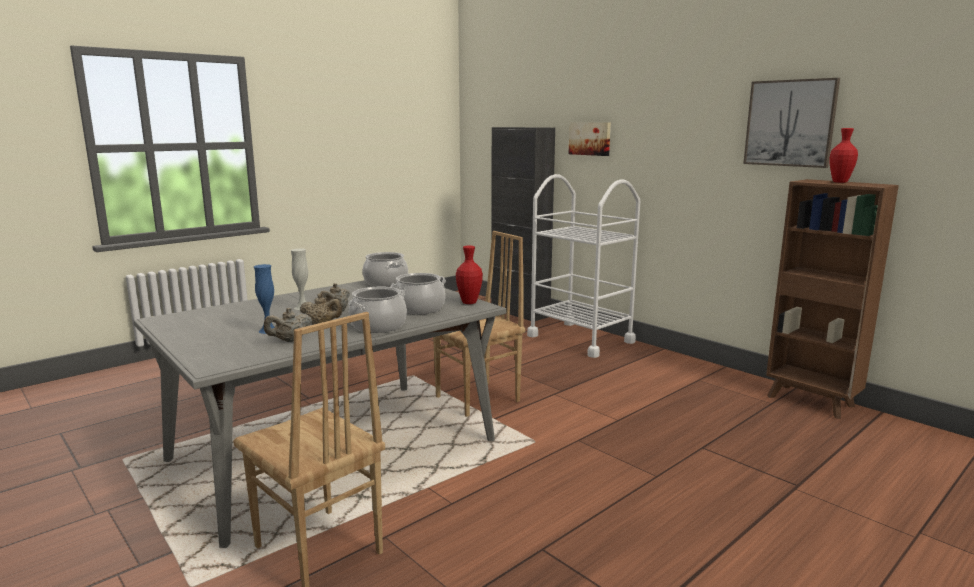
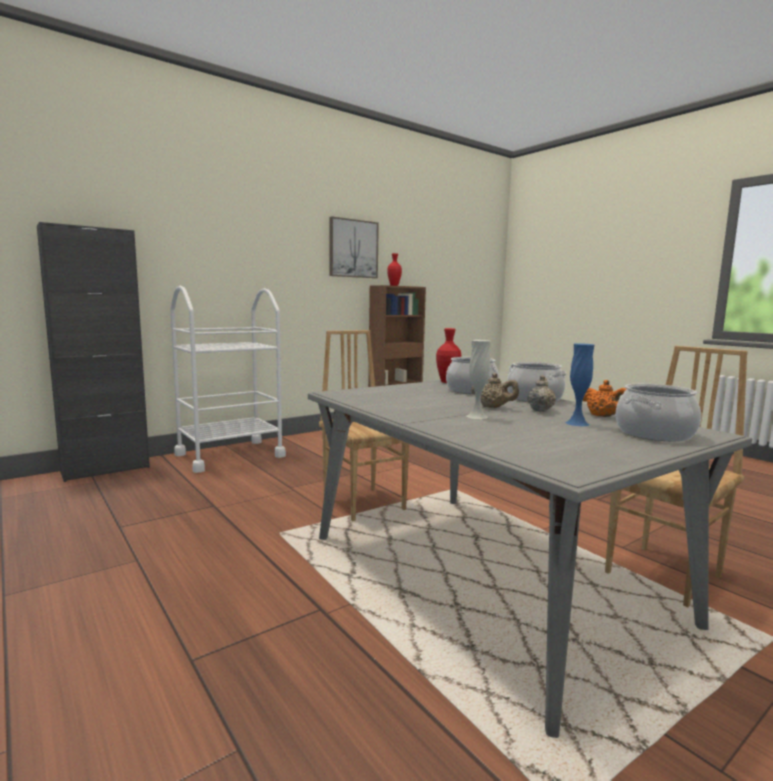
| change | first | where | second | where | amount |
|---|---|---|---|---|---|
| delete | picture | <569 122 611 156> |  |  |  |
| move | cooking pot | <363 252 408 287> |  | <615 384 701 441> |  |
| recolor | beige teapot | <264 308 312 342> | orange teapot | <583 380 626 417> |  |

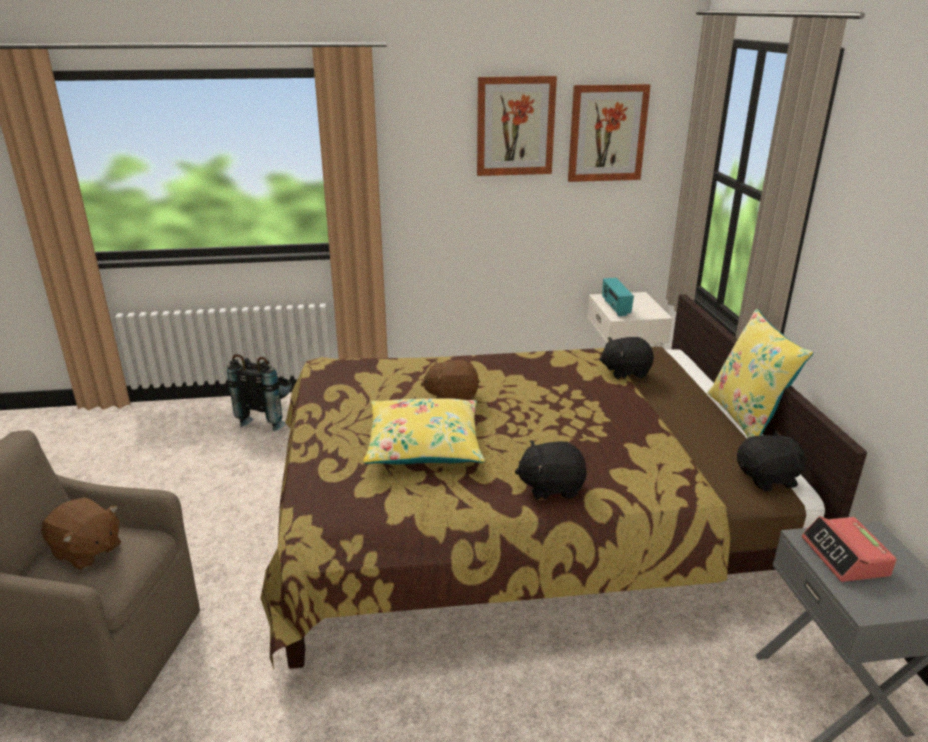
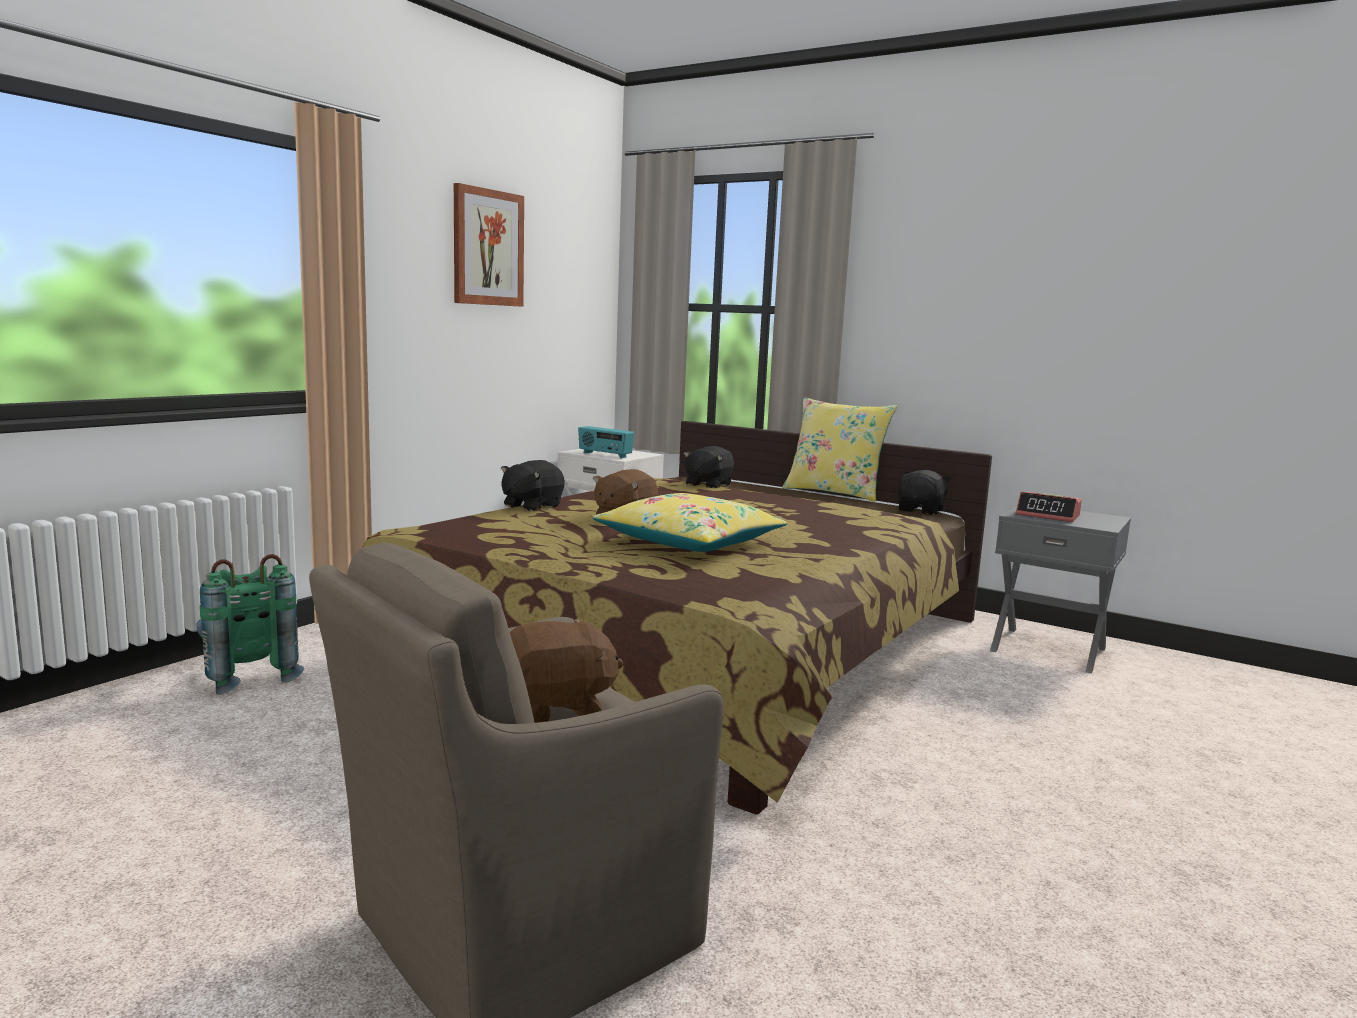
| change | first | where | second | where | amount |
|---|---|---|---|---|---|
| delete | picture | <568 84 651 182> |  |  |  |
| move | black plush toy | <515 440 587 500> |  | <501 460 565 512> |  |
| recolor | black backpack | <227 354 292 431> | green backpack | <196 554 304 695> |  |

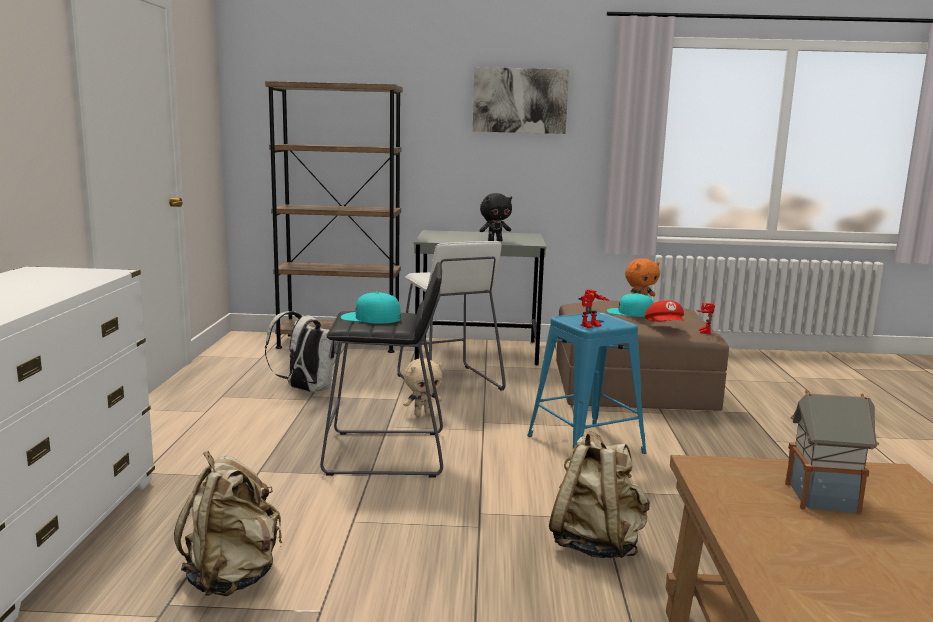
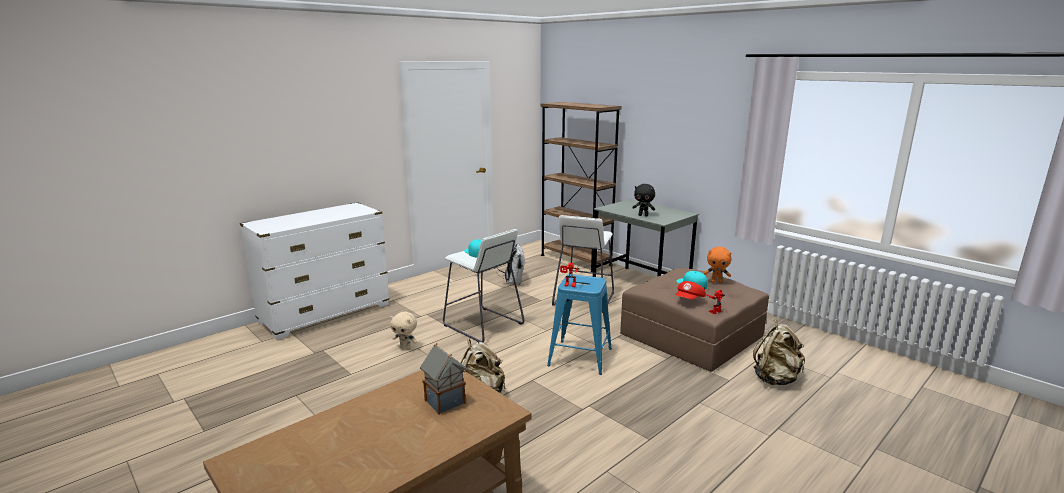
| change | first | where | second | where | amount |
|---|---|---|---|---|---|
| delete | picture | <473 67 569 134> |  |  |  |
| move | beige backpack | <174 451 282 596> |  | <753 319 805 385> |  |
| move | beige plush toy | <403 358 442 416> |  | <390 312 417 350> |  |
| recolor | black stool | <320 262 443 478> | white stool | <443 229 524 342> |  |

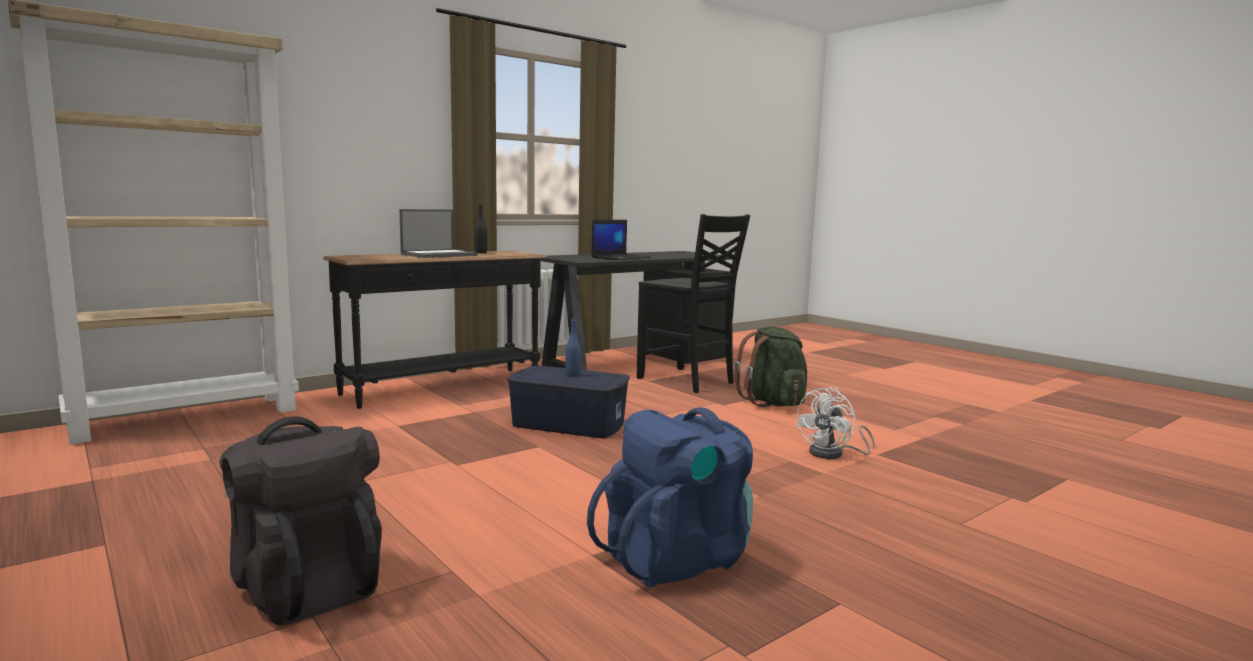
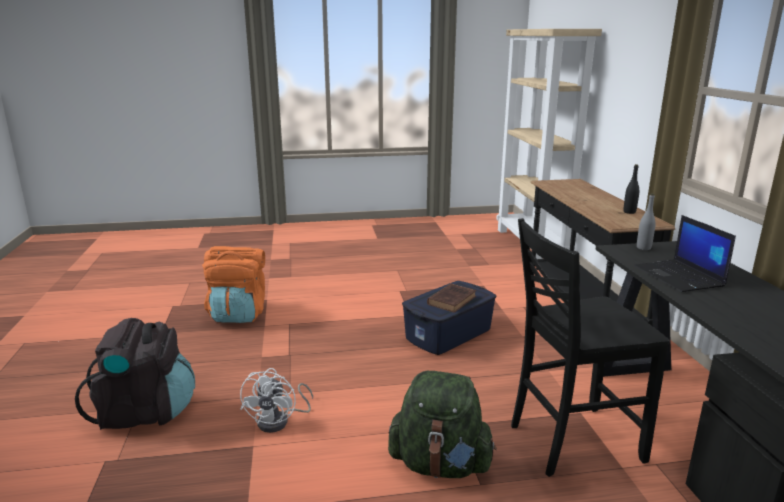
| change | first | where | second | where | amount |
|---|---|---|---|---|---|
| delete | laptop | <399 209 478 258> |  |  |  |
| insert |  |  | grey bottle | <637 194 656 250> |  |
| move | black backpack | <219 416 382 626> |  | <75 318 195 430> |  |
| replace | blue bottle | <565 318 581 377> | brown book | <427 283 476 313> |  |
| recolor | blue backpack | <587 407 753 587> | orange backpack | <202 246 265 323> |  |
| rotate | white fan | <795 387 875 459> |  | <240 368 313 433> | 150 degrees counterclockwise |

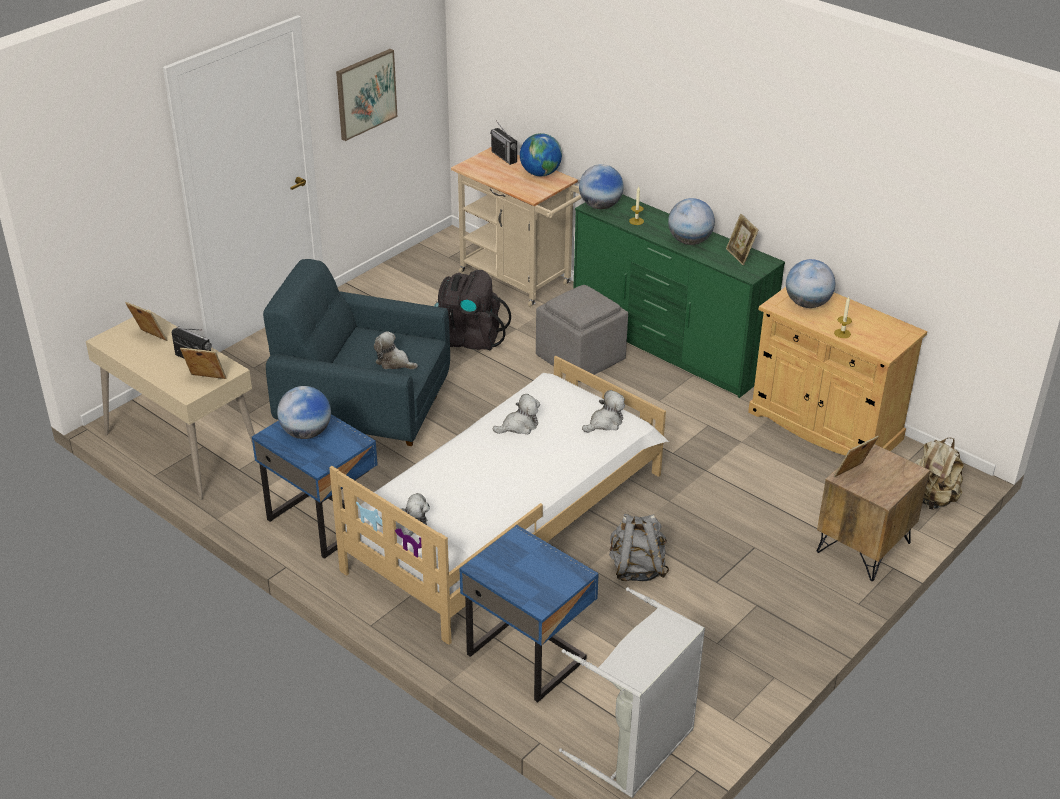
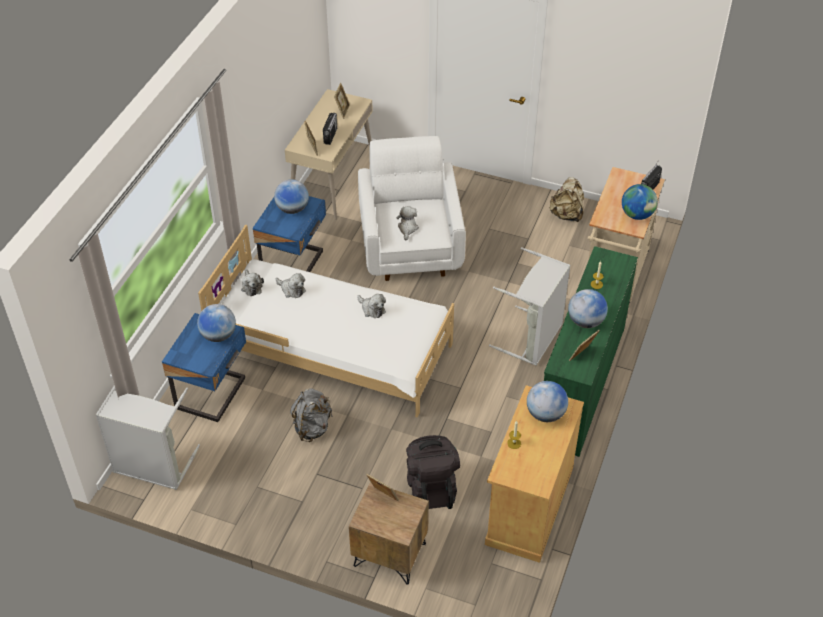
| change | first | where | second | where | amount |
|---|---|---|---|---|---|
| delete | picture | <336 49 398 141> |  |  |  |
| move | black backpack | <434 270 511 351> |  | <406 435 460 509> |  |
| move | globe | <579 164 624 209> |  | <197 304 236 342> |  |
| move | plush toy | <582 390 625 432> |  | <275 273 306 298> |  |
| move | beige backpack | <915 437 964 510> |  | <549 177 584 222> |  |
| replace | grey ottoman | <536 285 628 382> | grey laundry basket | <489 247 570 366> |  |
| recolor | blue armchair | <263 259 450 446> | white armchair | <358 136 466 281> |  |

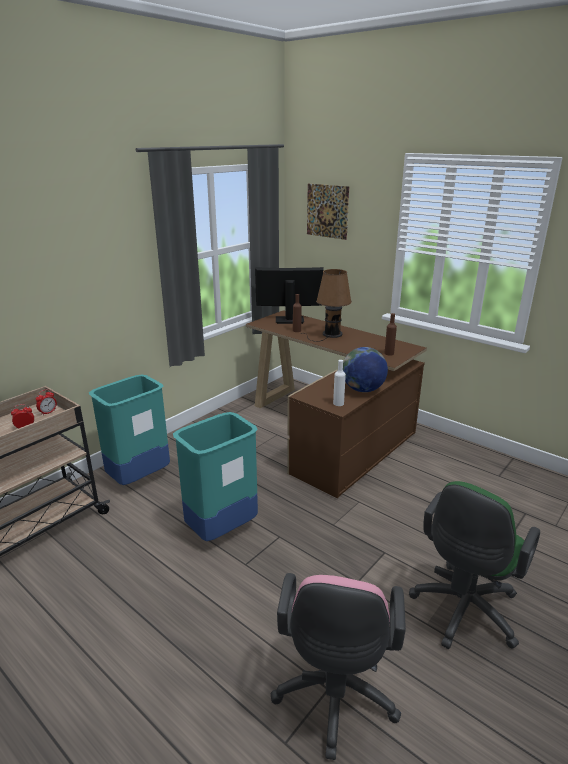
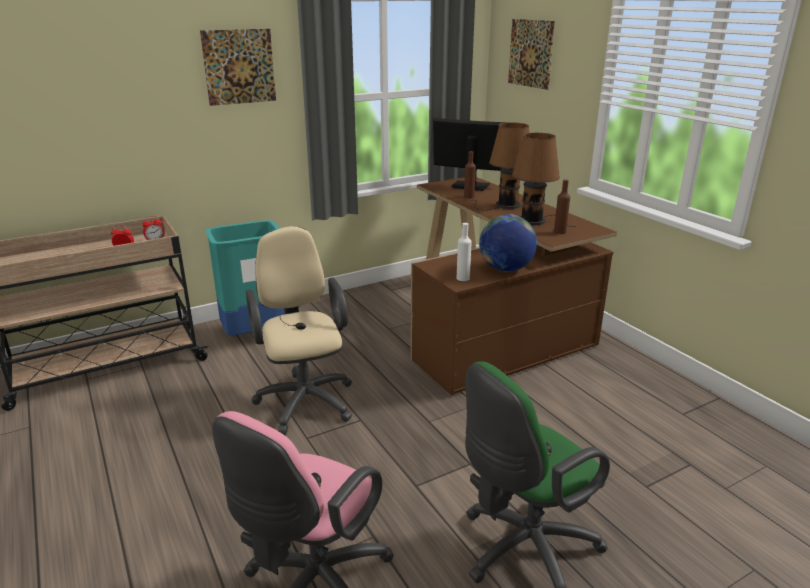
| change | first | where | second | where | amount |
|---|---|---|---|---|---|
| insert |  |  | picture | <200 29 276 106> |  |
| insert |  |  | brown table lamp | <512 133 576 227> |  |
| replace | turquoise trash can | <173 412 258 541> | beige office chair | <246 226 352 435> |  |

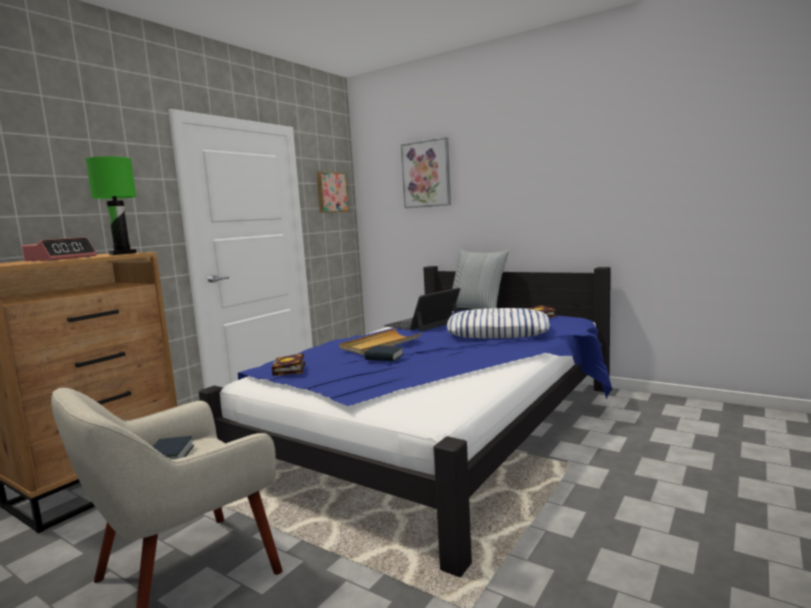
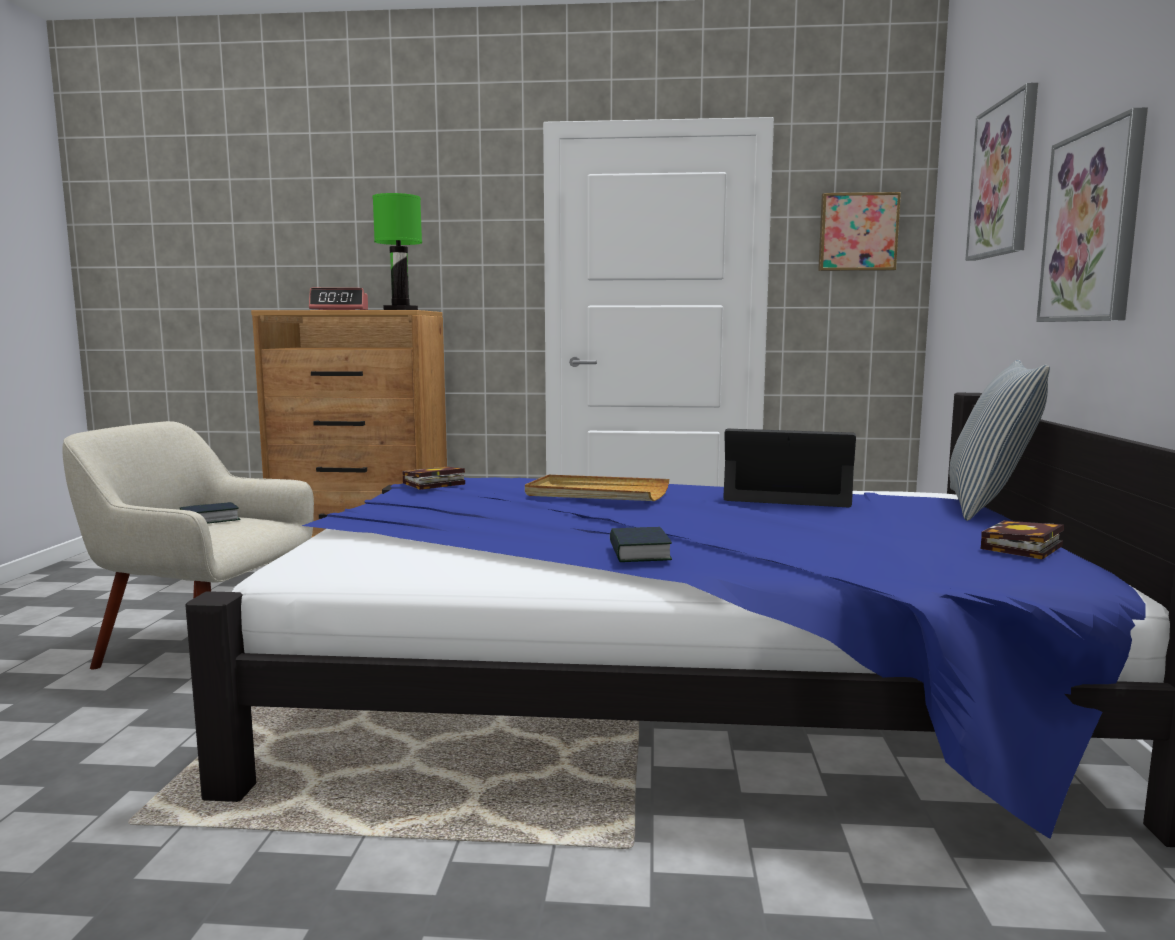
| change | first | where | second | where | amount |
|---|---|---|---|---|---|
| delete | pillow | <446 308 550 338> |  |  |  |
| insert |  |  | picture | <1036 108 1148 322> |  |
| move | book | <364 346 404 361> |  | <610 527 672 562> |  |

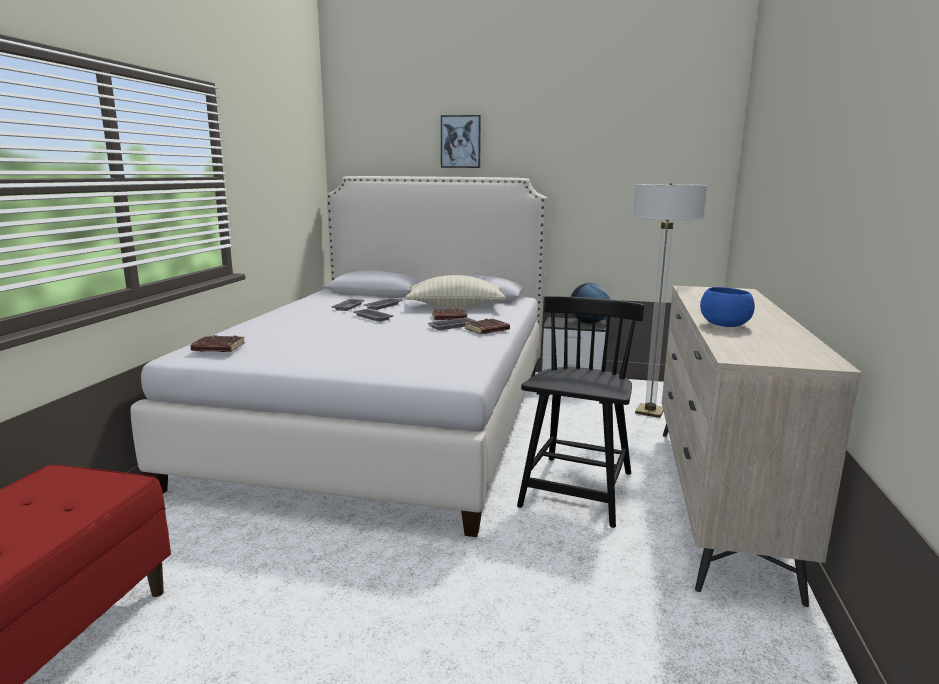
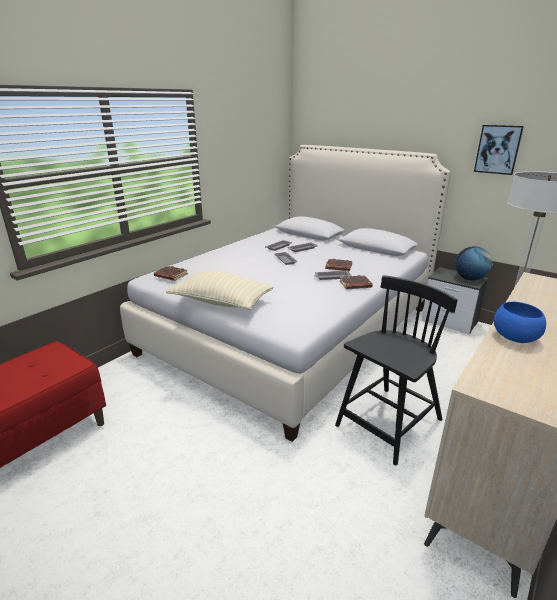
| change | first | where | second | where | amount |
|---|---|---|---|---|---|
| move | beige pillow | <405 275 506 308> |  | <166 271 273 310> |  |
| move | picture | <441 115 481 168> |  | <474 125 524 175> |  |

